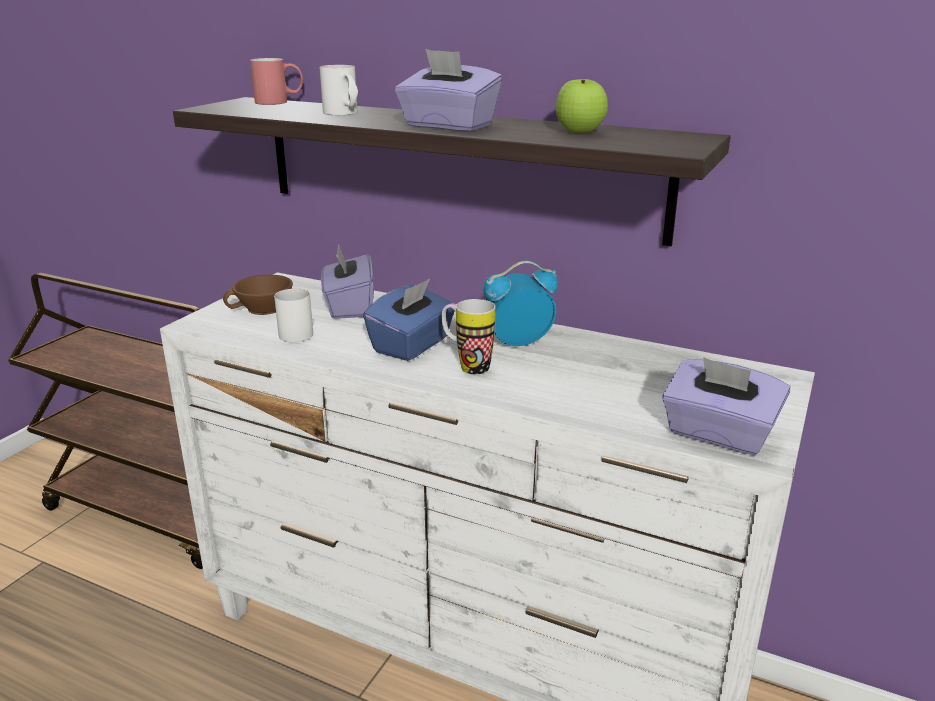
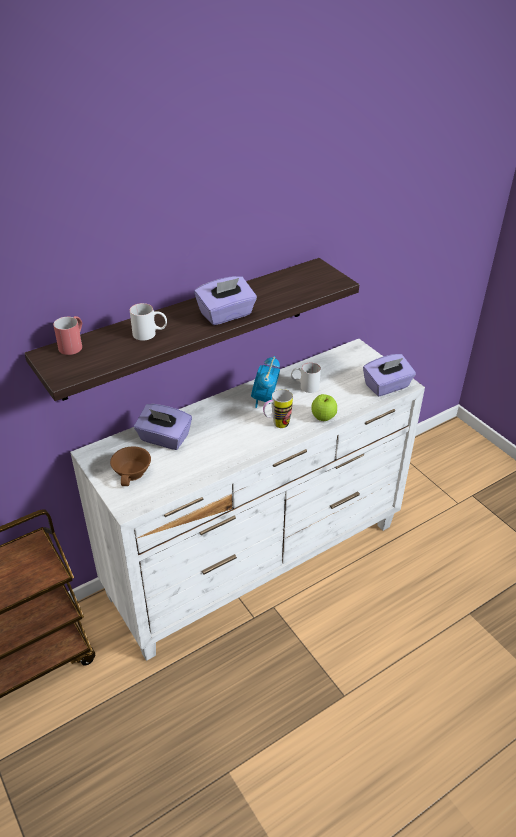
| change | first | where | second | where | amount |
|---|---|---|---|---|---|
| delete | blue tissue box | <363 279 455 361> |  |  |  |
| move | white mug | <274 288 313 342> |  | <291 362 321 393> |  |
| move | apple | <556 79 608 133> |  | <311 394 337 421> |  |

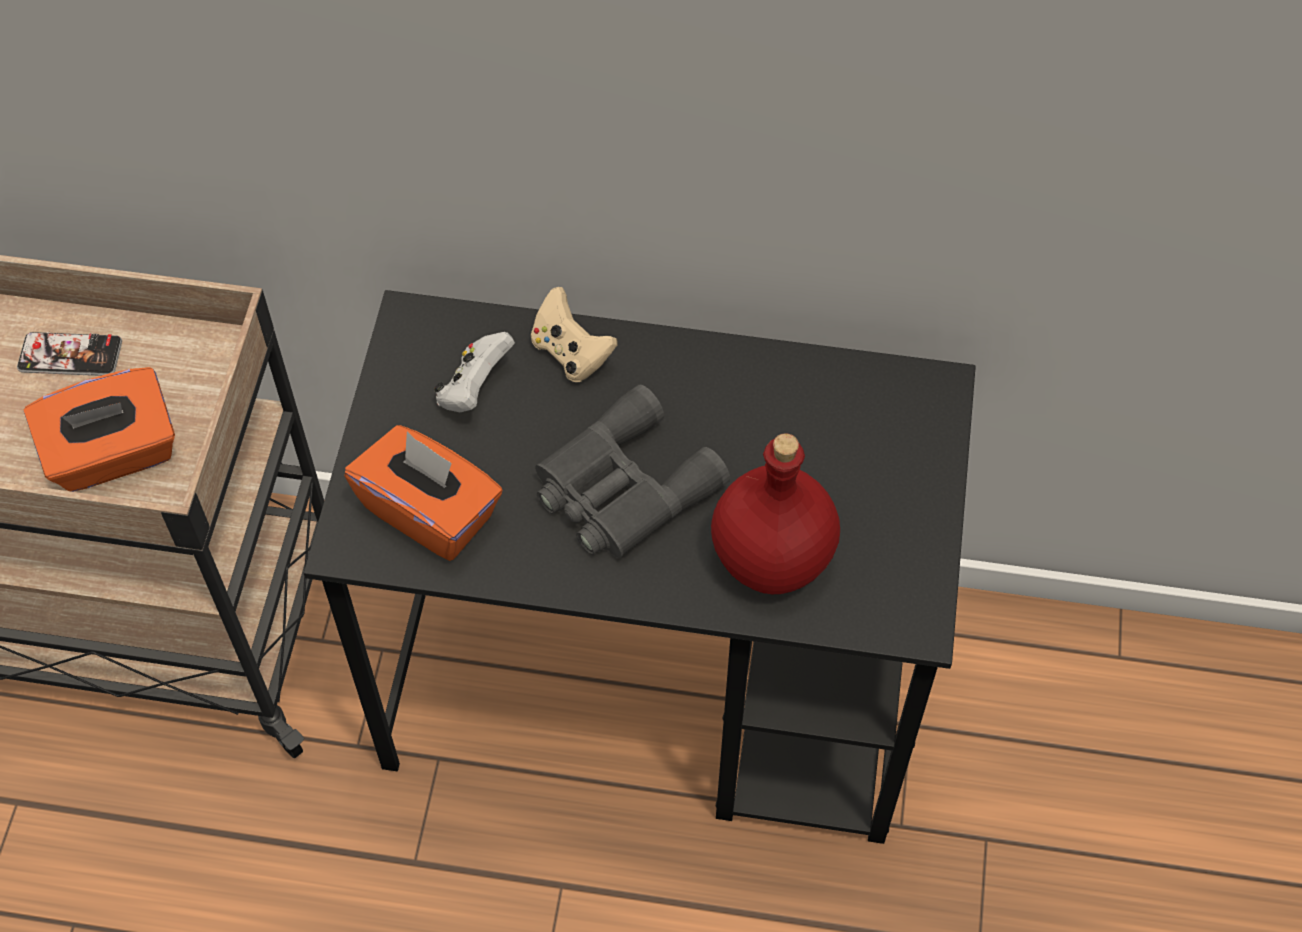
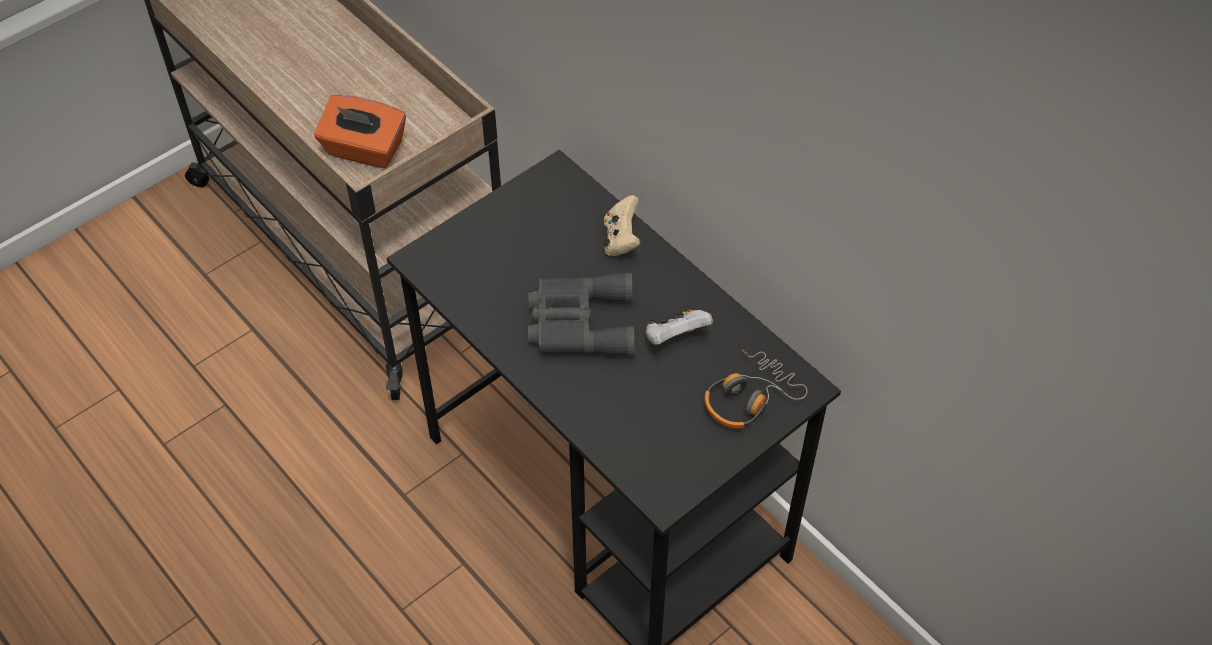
| change | first | where | second | where | amount |
|---|---|---|---|---|---|
| delete | phone | <17 332 122 376> |  |  |  |
| delete | orange tissue box | <344 425 503 561> |  |  |  |
| delete | red bottle | <711 433 840 594> |  |  |  |
| insert |  |  | headphones | <704 350 807 429> |  |
| move | white game controller | <434 332 515 412> |  | <646 310 713 345> |  |

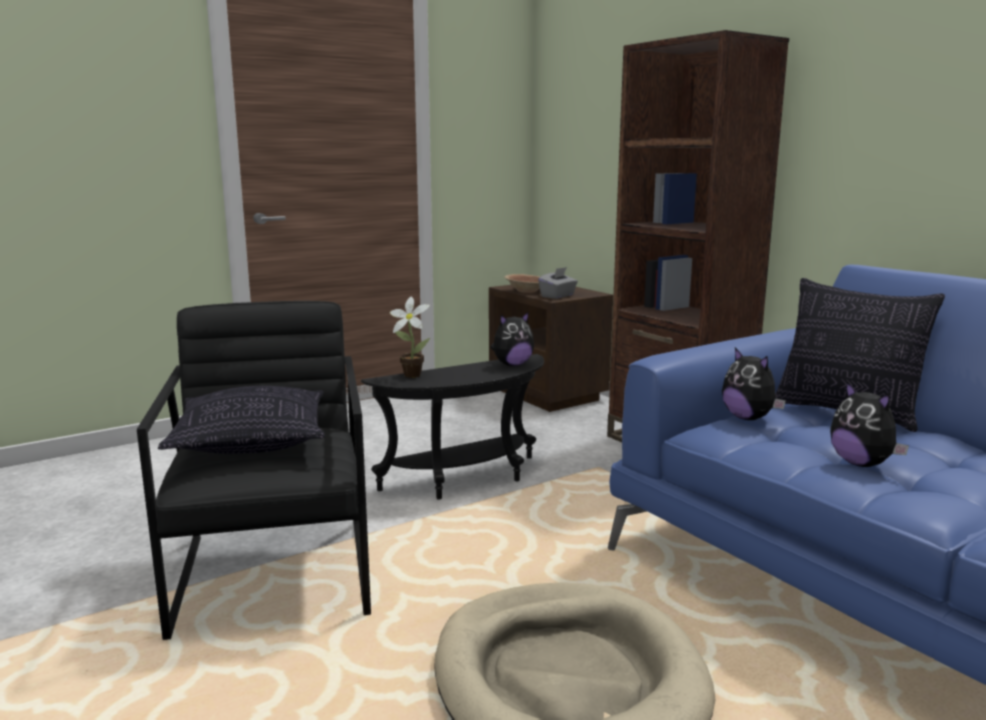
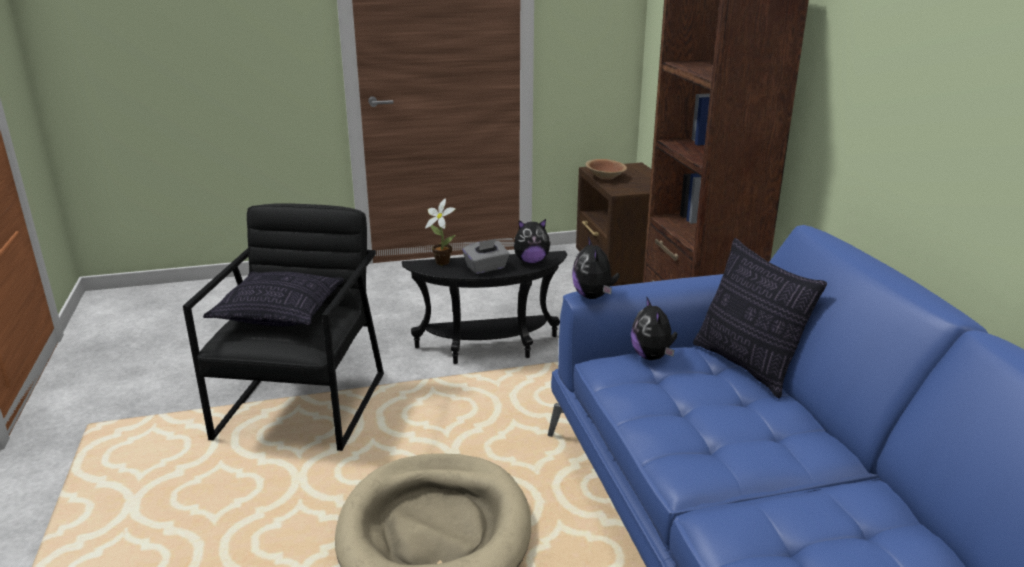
| change | first | where | second | where | amount |
|---|---|---|---|---|---|
| move | grey tissue box | <538 267 578 299> |  | <463 239 509 274> |  |
| move | plush toy | <830 382 909 467> |  | <572 237 620 299> |  |

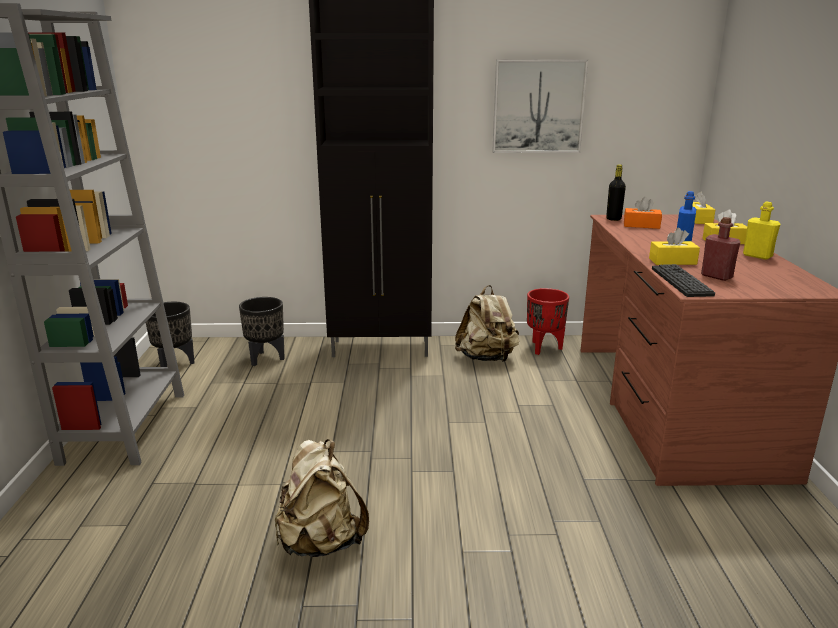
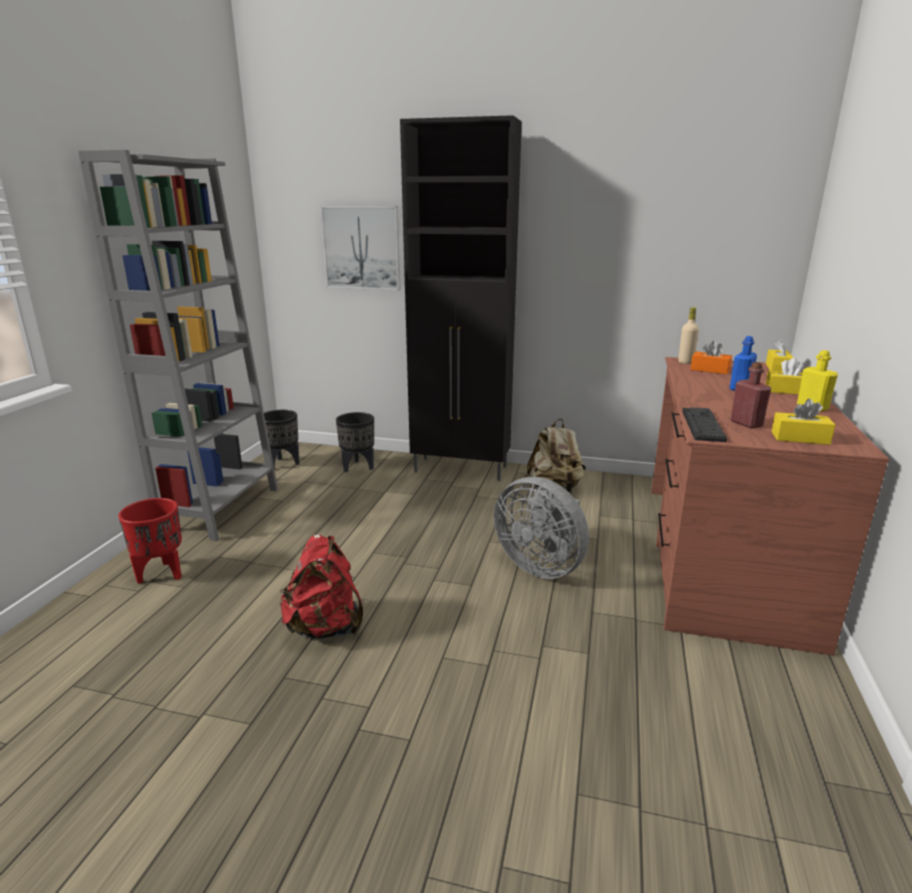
| change | first | where | second | where | amount |
|---|---|---|---|---|---|
| insert |  |  | grey fan | <494 477 589 579> |  |
| move | picture | <492 59 588 153> |  | <320 206 401 290> |  |
| move | red planter | <527 288 569 355> |  | <118 498 182 584> |  |
| move | yellow tissue box | <649 228 700 265> |  | <771 399 835 445> |  |
| recolor | beige backpack | <275 439 369 557> | red backpack | <280 534 363 639> |  |
| recolor | black bottle | <606 164 626 221> | beige bottle | <678 307 699 364> |  |

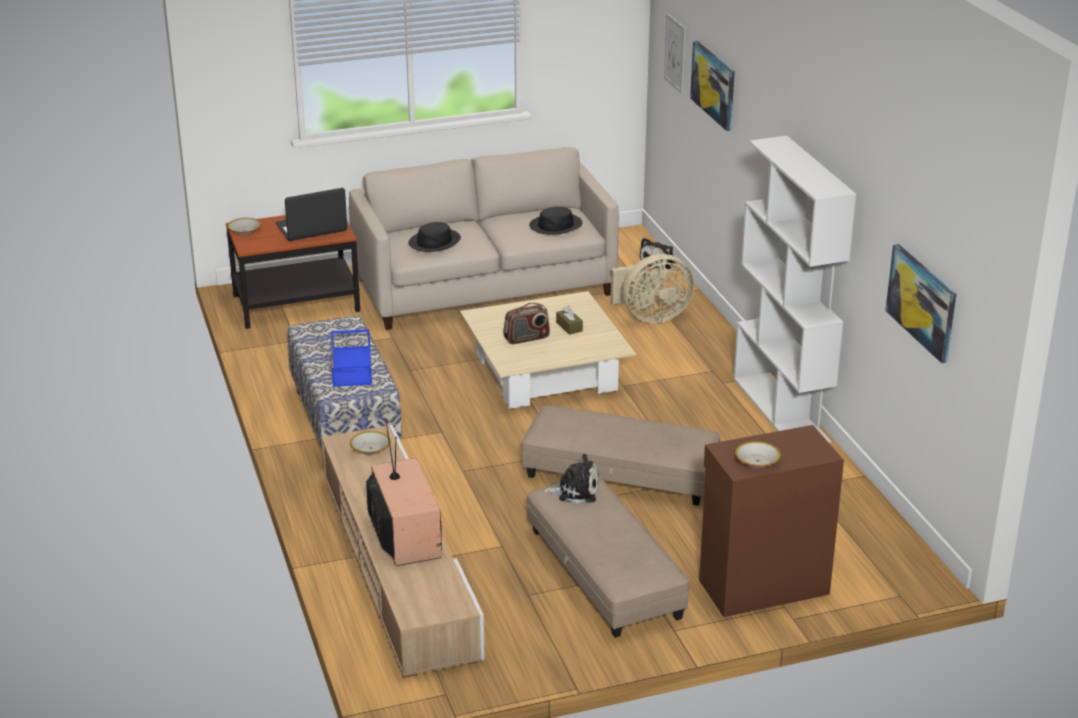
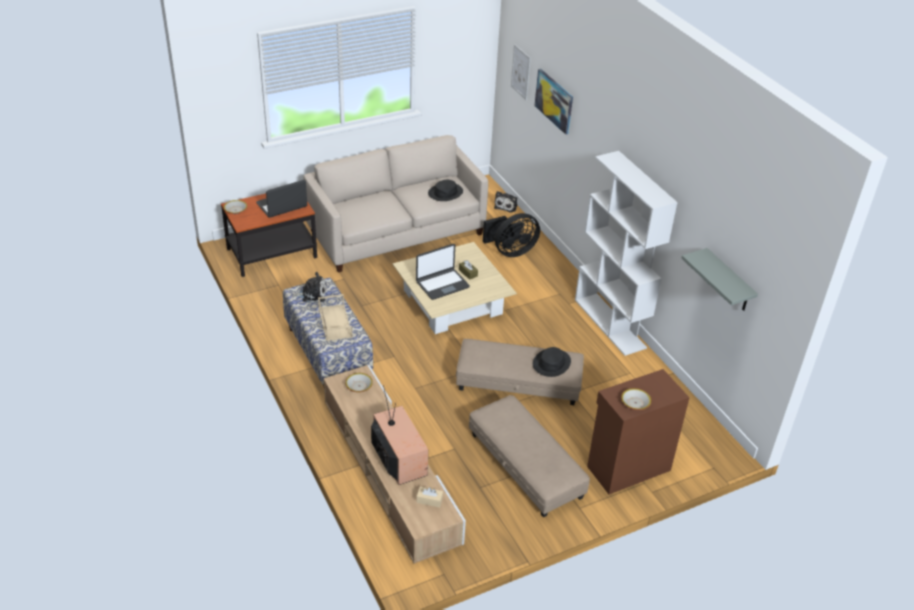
| change | first | where | second | where | amount |
|---|---|---|---|---|---|
| insert |  |  | beige tissue box | <416 487 443 508> |  |
| move | black hat | <408 222 461 252> |  | <533 347 571 377> |  |
| move | plush toy | <542 454 599 504> |  | <292 272 327 303> |  |
| replace | radio | <504 303 550 344> | laptop | <416 244 470 300> |  |
| replace | picture | <886 244 956 363> | grey shelf | <681 248 758 311> |  |
| recolor | blue tray | <331 329 372 387> | beige tray | <318 294 353 341> |  |
| recolor | beige fan | <610 254 694 323> | black fan | <483 213 540 257> |  |

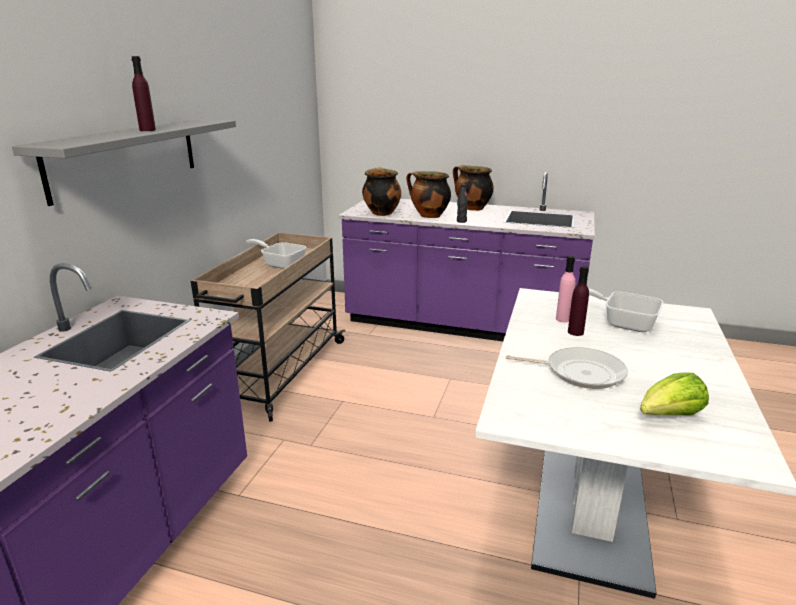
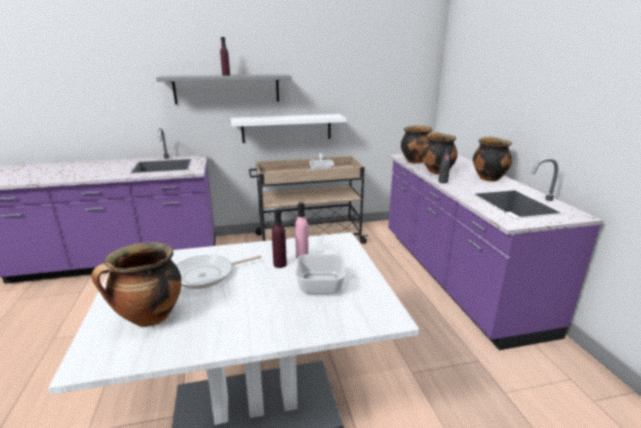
| change | first | where | second | where | amount |
|---|---|---|---|---|---|
| insert |  |  | white shelf | <231 114 346 143> |  |
| replace | lettuce | <640 373 709 415> | cooking pot | <91 242 181 327> |  |
| rotate | frying pan | <506 347 628 389> |  | <176 255 262 289> | 75 degrees clockwise |

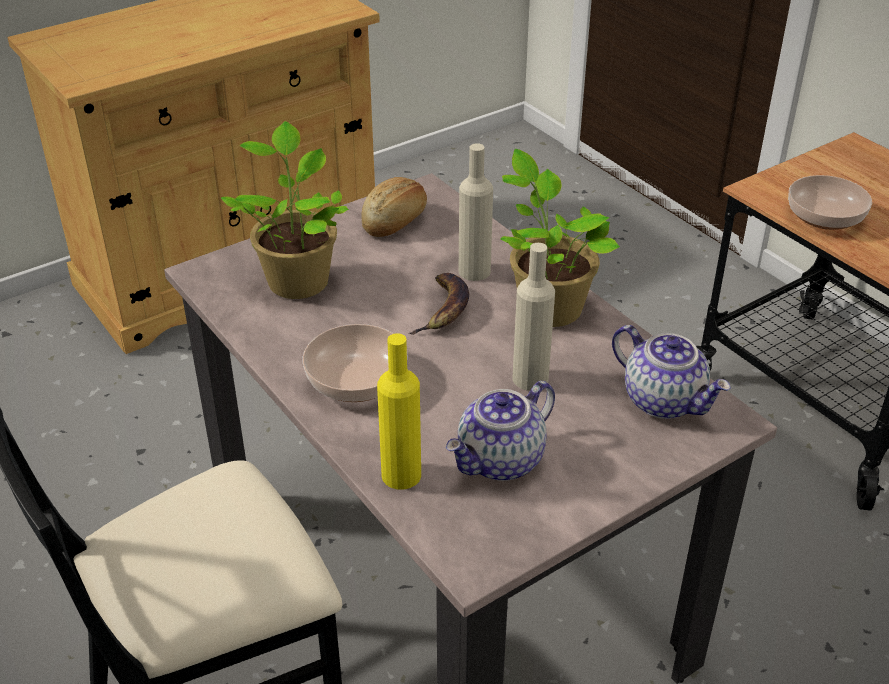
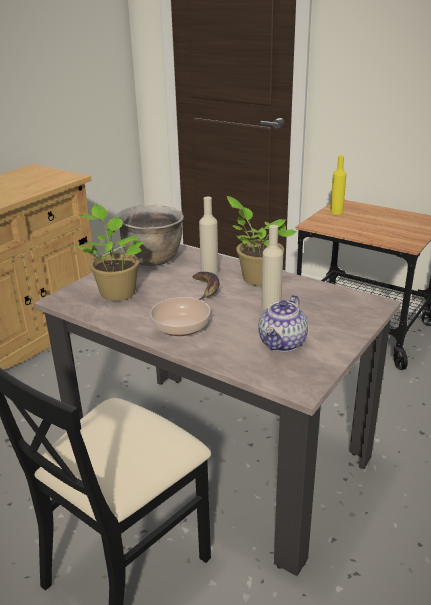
| change | first | where | second | where | amount |
|---|---|---|---|---|---|
| delete | teapot | <612 325 731 419> |  |  |  |
| delete | bowl | <788 175 872 230> |  |  |  |
| move | yellow bottle | <377 333 421 490> |  | <330 155 347 215> |  |
| replace | bread | <361 177 427 237> | brown cooking pot | <117 205 184 266> |  |

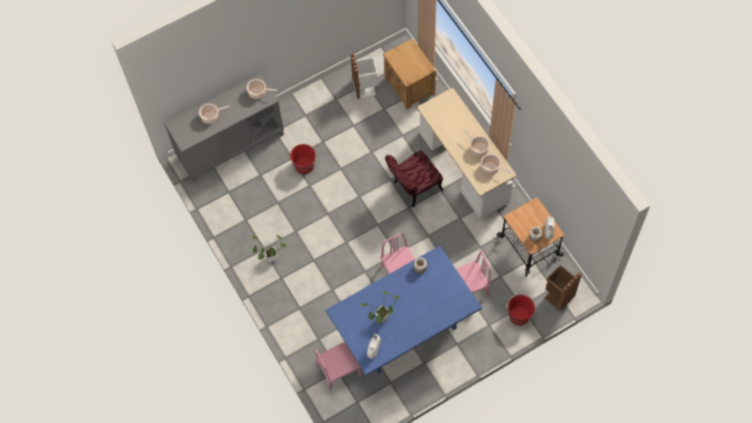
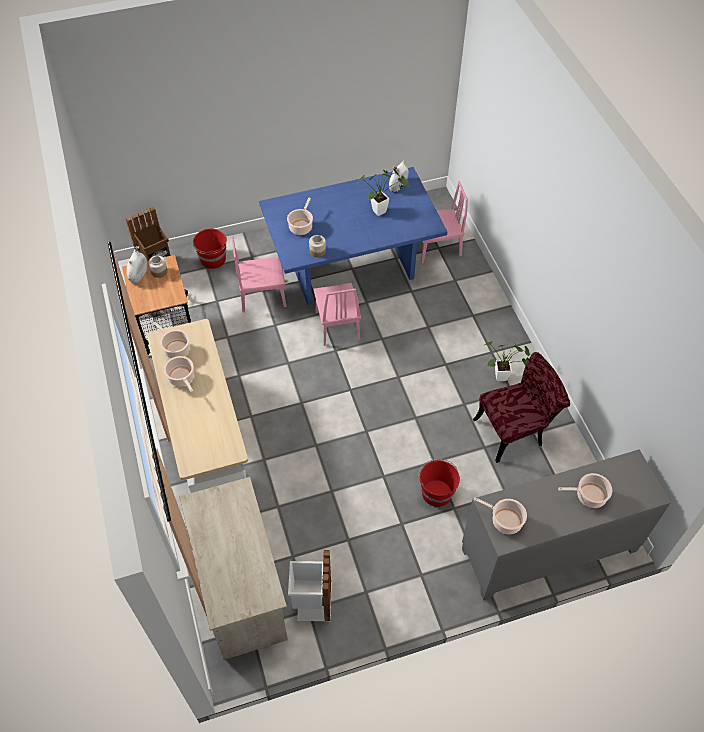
| change | first | where | second | where | amount |
|---|---|---|---|---|---|
| insert |  |  | cooking pot | <287 198 313 235> |  |
| move | red chair | <385 150 444 207> |  | <473 352 570 463> |  |
| replace | brown nightstand | <383 38 437 109> | beige desk | <180 477 288 660> |  |

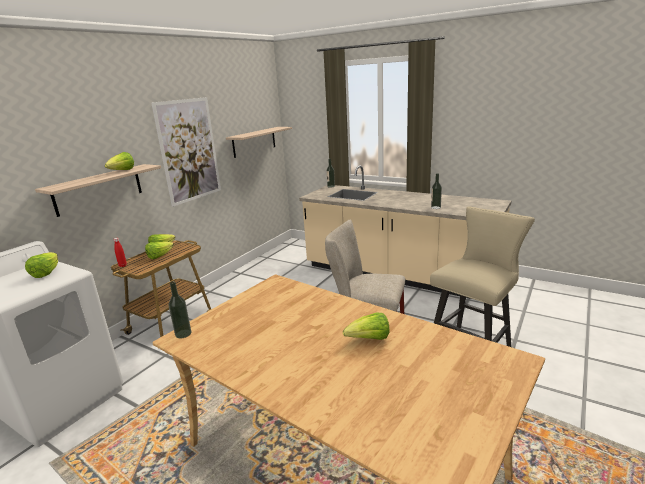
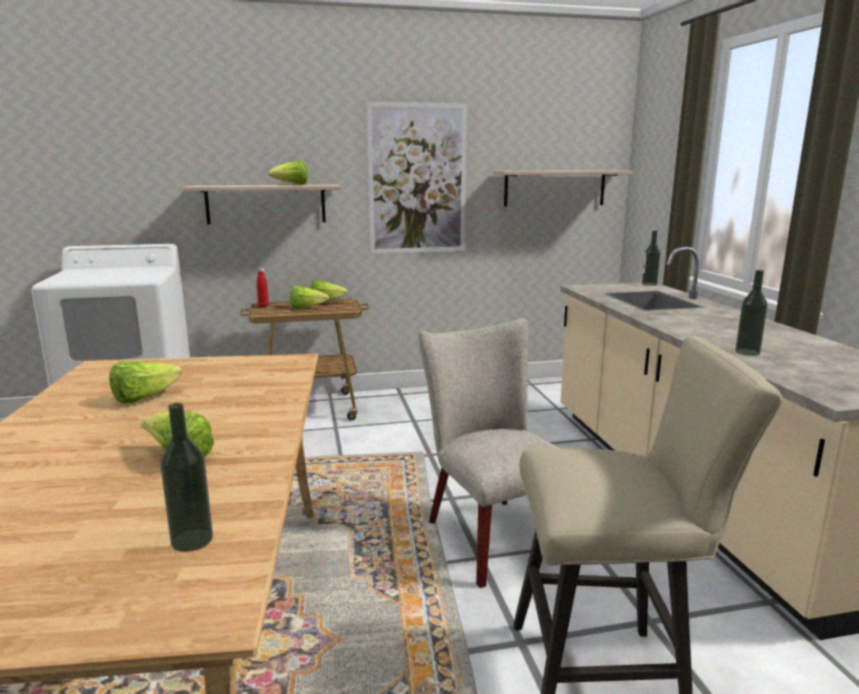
| change | first | where | second | where | amount |
|---|---|---|---|---|---|
| move | lettuce | <25 252 58 278> |  | <109 361 182 404> |  |
| move | bottle | <169 281 191 338> |  | <160 403 213 552> |  |

